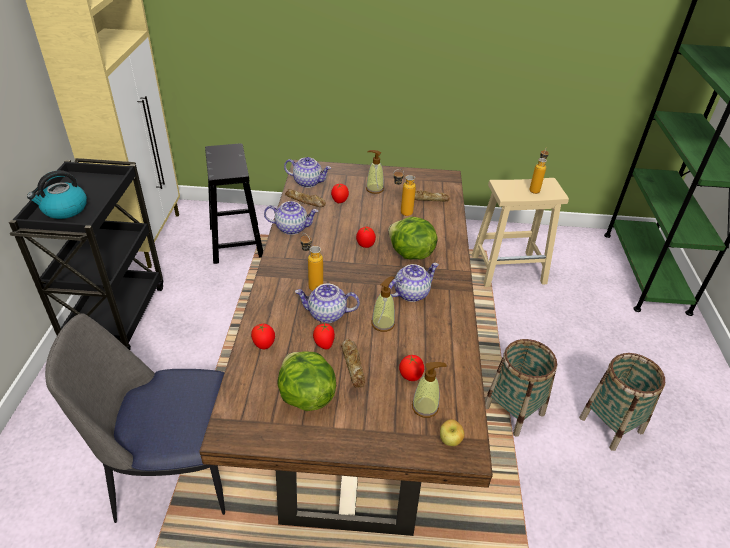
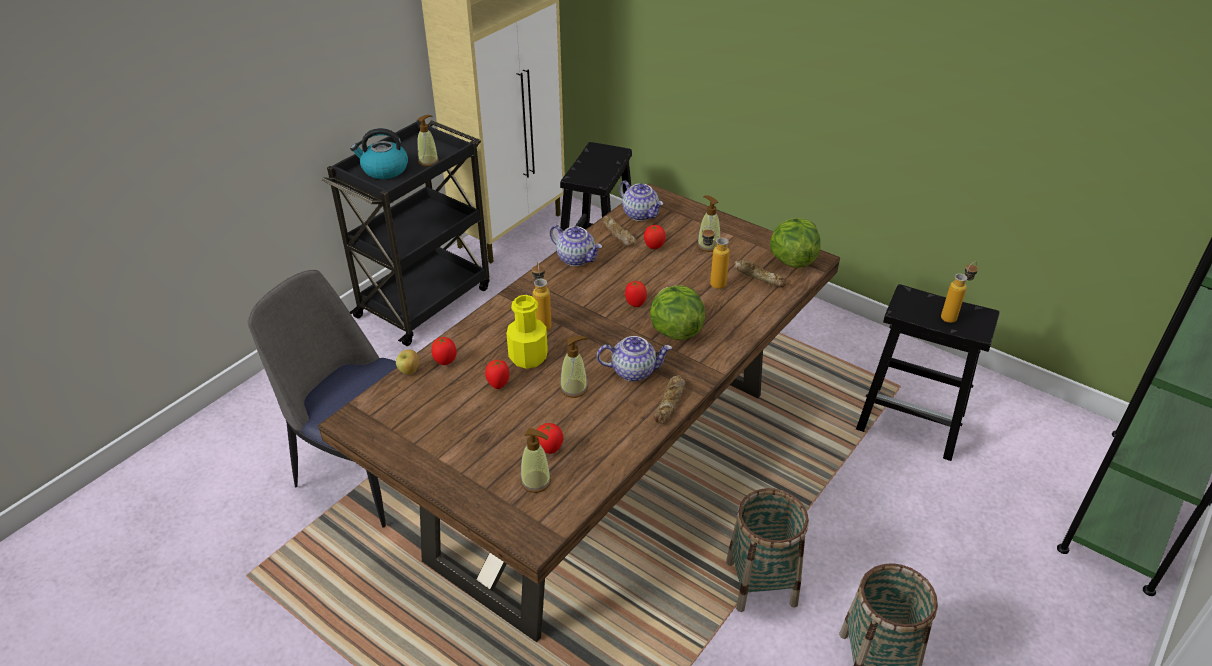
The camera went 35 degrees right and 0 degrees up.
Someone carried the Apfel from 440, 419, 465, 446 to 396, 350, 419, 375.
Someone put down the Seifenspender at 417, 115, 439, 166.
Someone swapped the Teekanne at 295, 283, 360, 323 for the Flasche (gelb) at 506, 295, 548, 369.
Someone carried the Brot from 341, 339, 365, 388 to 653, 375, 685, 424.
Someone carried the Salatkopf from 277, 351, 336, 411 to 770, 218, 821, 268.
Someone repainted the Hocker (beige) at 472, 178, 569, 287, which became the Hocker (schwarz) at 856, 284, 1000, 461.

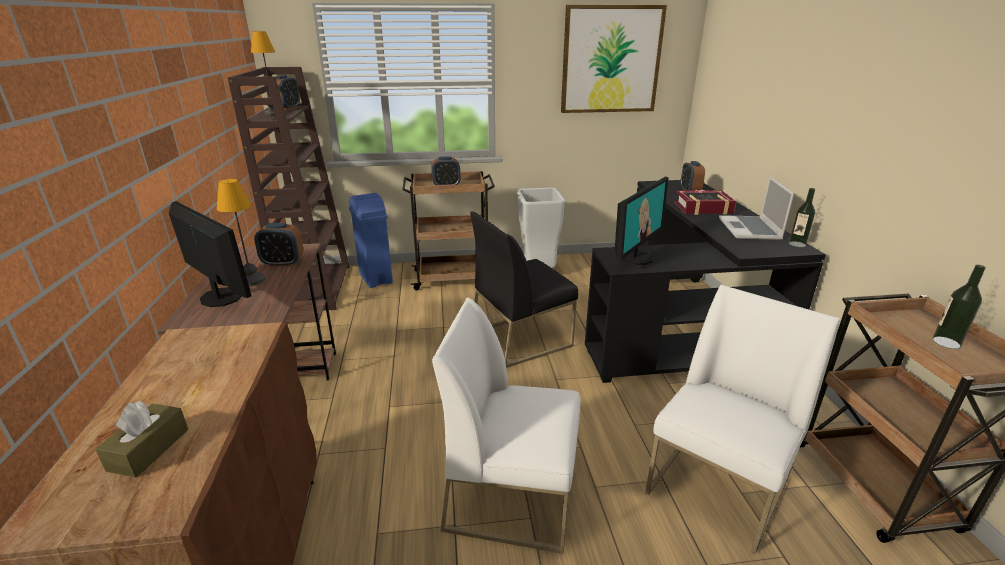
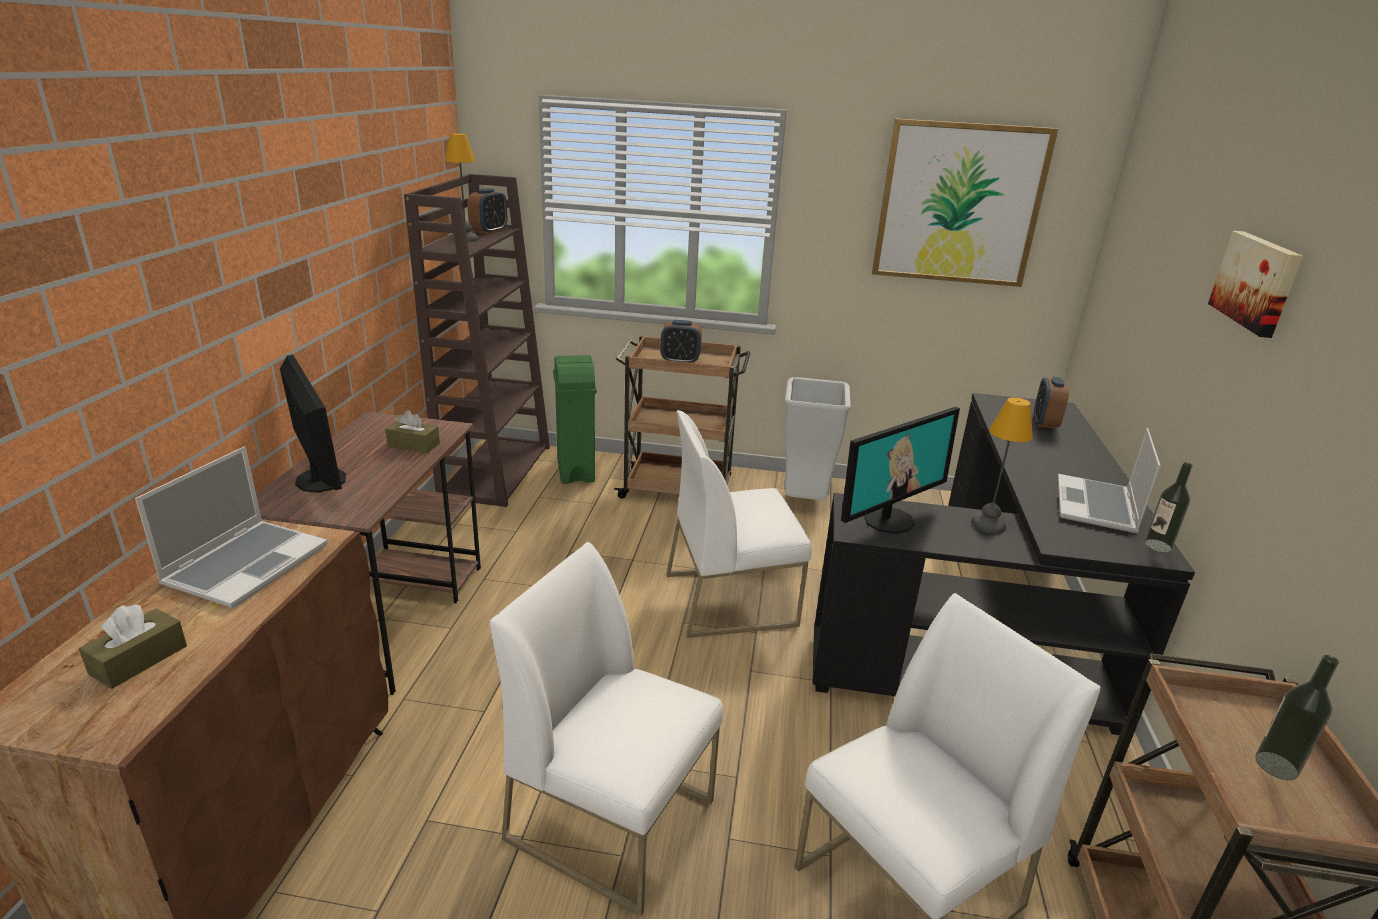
The camera went 15 degrees right and 0 degrees up.
Someone put down the Laptop at 135, 446, 328, 608.
Someone swapped the Wecker at 254, 223, 304, 266 for the Taschentuchbox (braun) at 385, 410, 440, 453.
Someone repainted the Mülleimer (blau) at 349, 193, 393, 288, which became the Mülleimer (grün) at 553, 355, 597, 484.
Someone repainted the Stuhl (schwarz) at 470, 211, 578, 368, which became the Stuhl (weiß) at 667, 410, 812, 638.
Someone carried the Tischlampe from 217, 179, 265, 286 to 971, 397, 1033, 534.
Someone put up the Bild at 1208, 231, 1303, 338.
Someone took away the Buch at 674, 190, 736, 215.

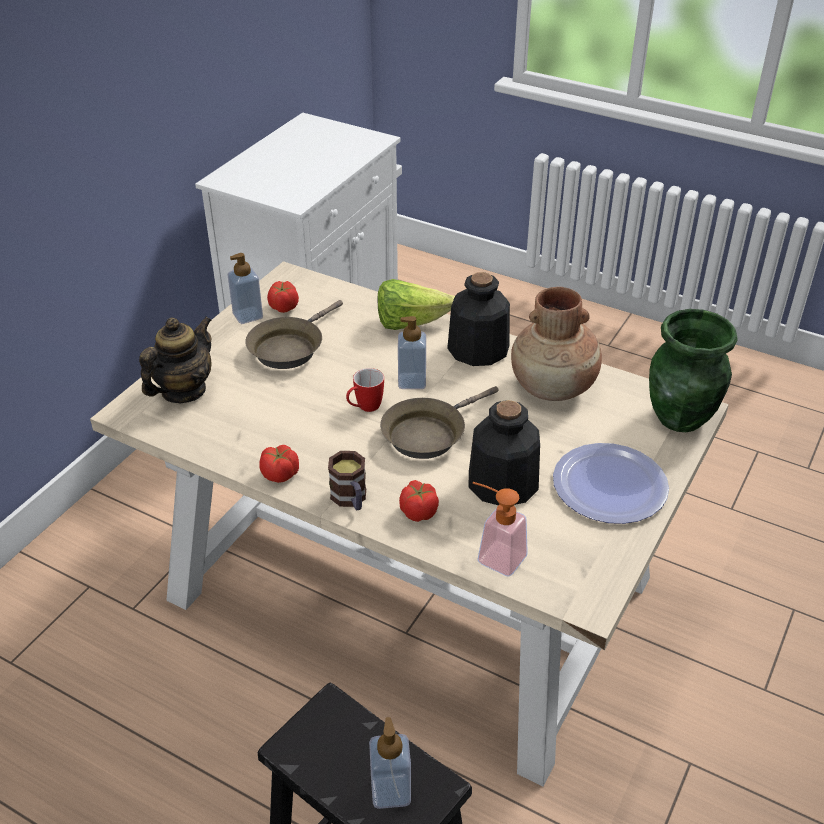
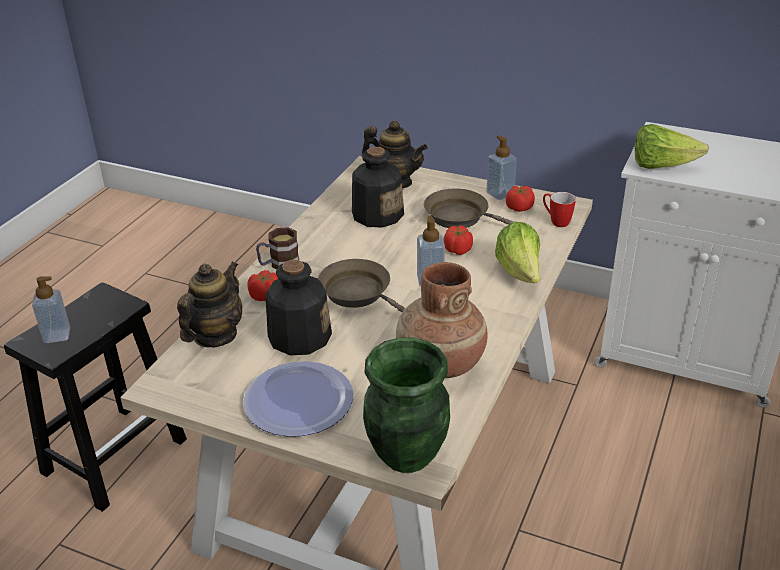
The camera went 85 degrees right and 5 degrees down.
Someone swapped the Seifenspender at 473, 482, 528, 577 for the Teekanne at 177, 262, 242, 347.
Someone carried the Flasche from 447, 272, 510, 366 to 352, 147, 404, 228.
Someone carried the Tomate from 259, 445, 299, 483 to 443, 225, 473, 255.
Someone carried the Henkelbecher from 346, 368, 384, 412 to 543, 192, 576, 227.
Someone put down the Salatkopf at 635, 124, 709, 169.

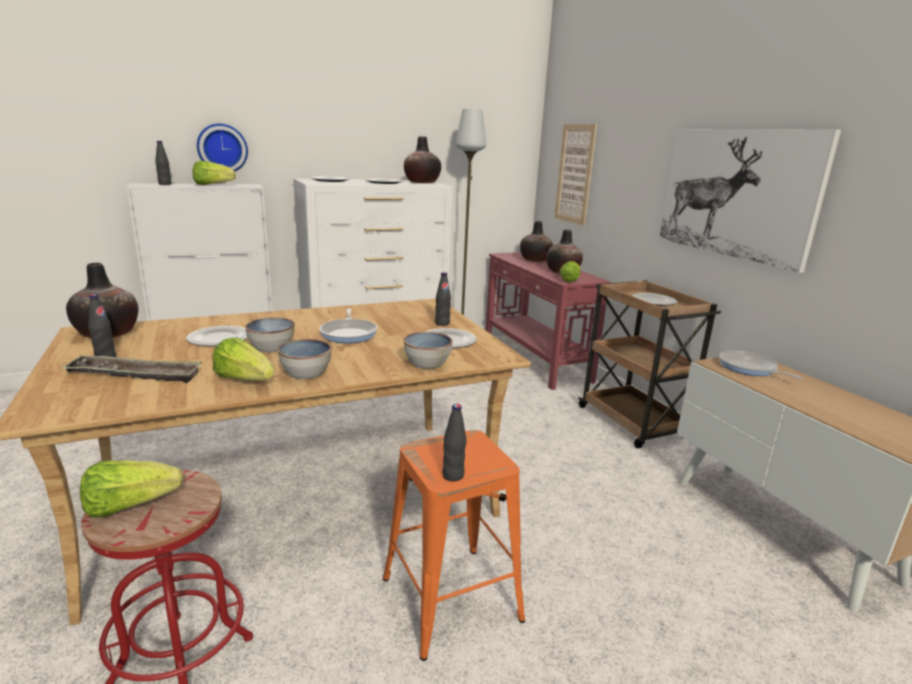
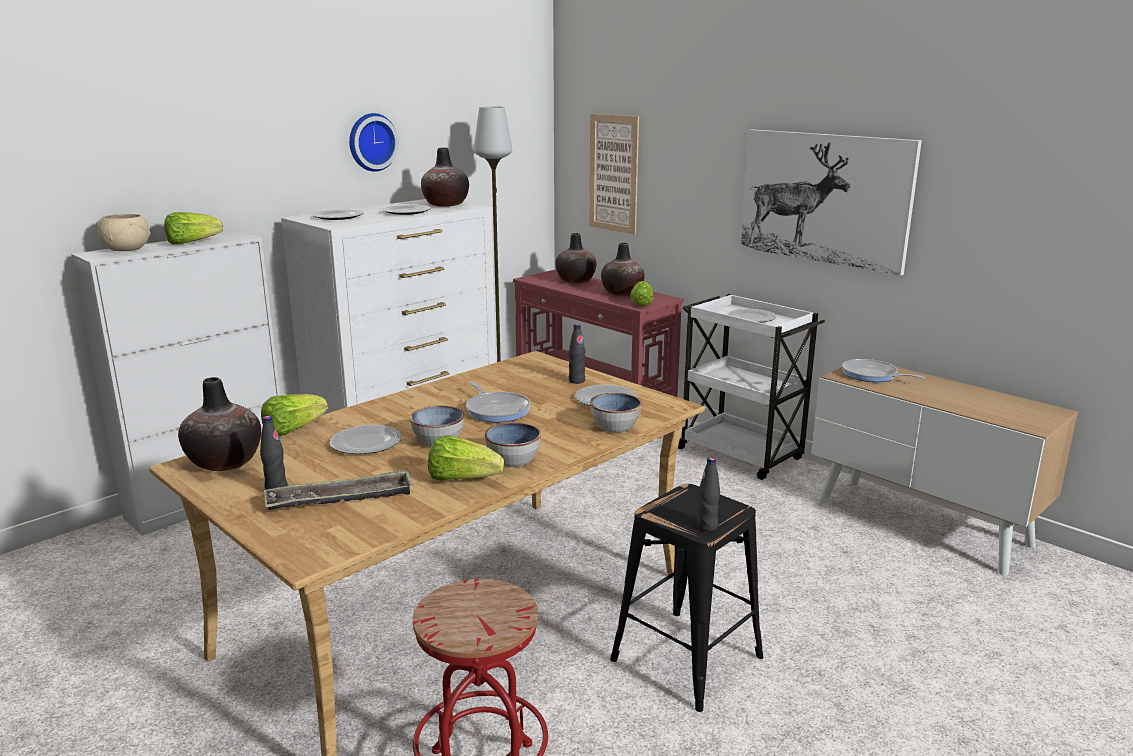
The camera went 20 degrees left and 0 degrees up.
Someone swapped the Flasche (schwarz) at 155, 141, 171, 185 for the Schüssel (beige) at 97, 214, 150, 251.
Someone carried the Salatkopf from 80, 460, 183, 517 to 261, 394, 328, 436.
Someone carried the Wanduhr from 197, 124, 248, 171 to 349, 113, 399, 172.
Someone repainted the Hocker (orange) at 383, 430, 525, 661, which became the Hocker (schwarz) at 610, 484, 763, 712.
Someone repainted the Rollwagen (braun) at 578, 280, 721, 448, which became the Rollwagen (weiß) at 678, 294, 825, 480.

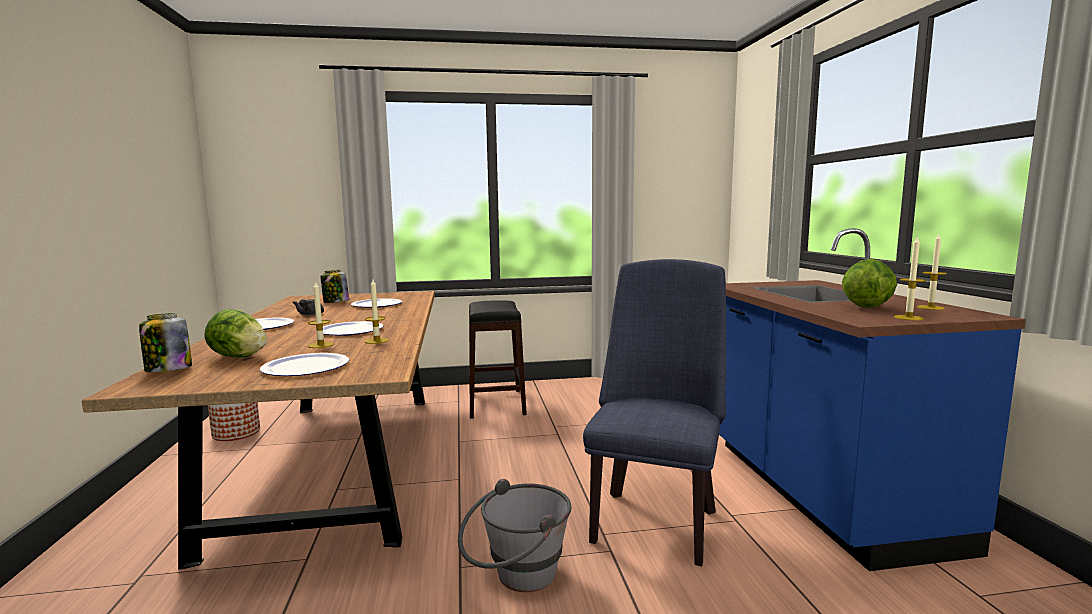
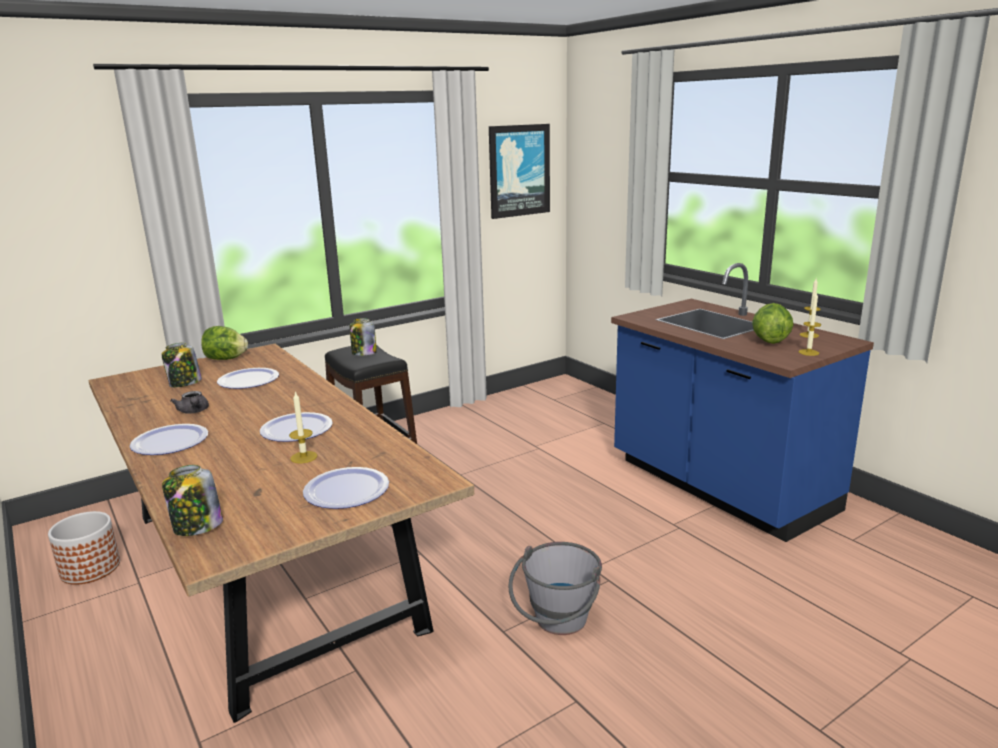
The camera went 25 degrees left and 10 degrees up.
Someone carried the Salatkopf from 204, 309, 267, 358 to 201, 326, 248, 360.
Someone put down the Vorratsglas at 350, 318, 377, 356.
Someone put up the Bild at 489, 124, 550, 219.
Someone took away the Kerze at 365, 279, 389, 344.
Someone took away the Stuhl (blau) at 583, 259, 726, 566.

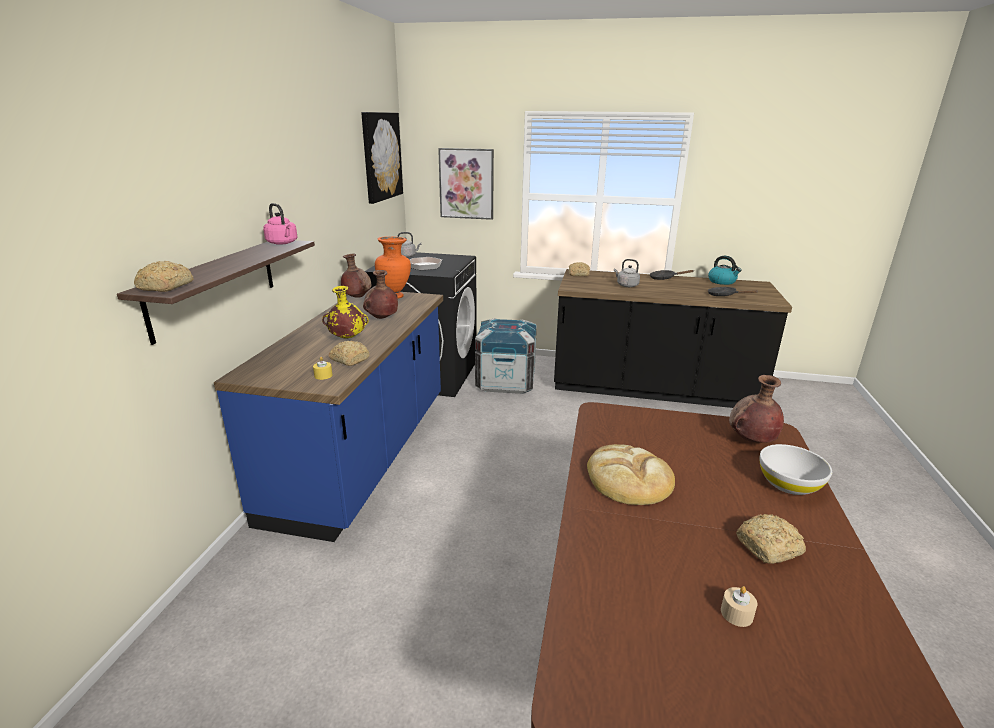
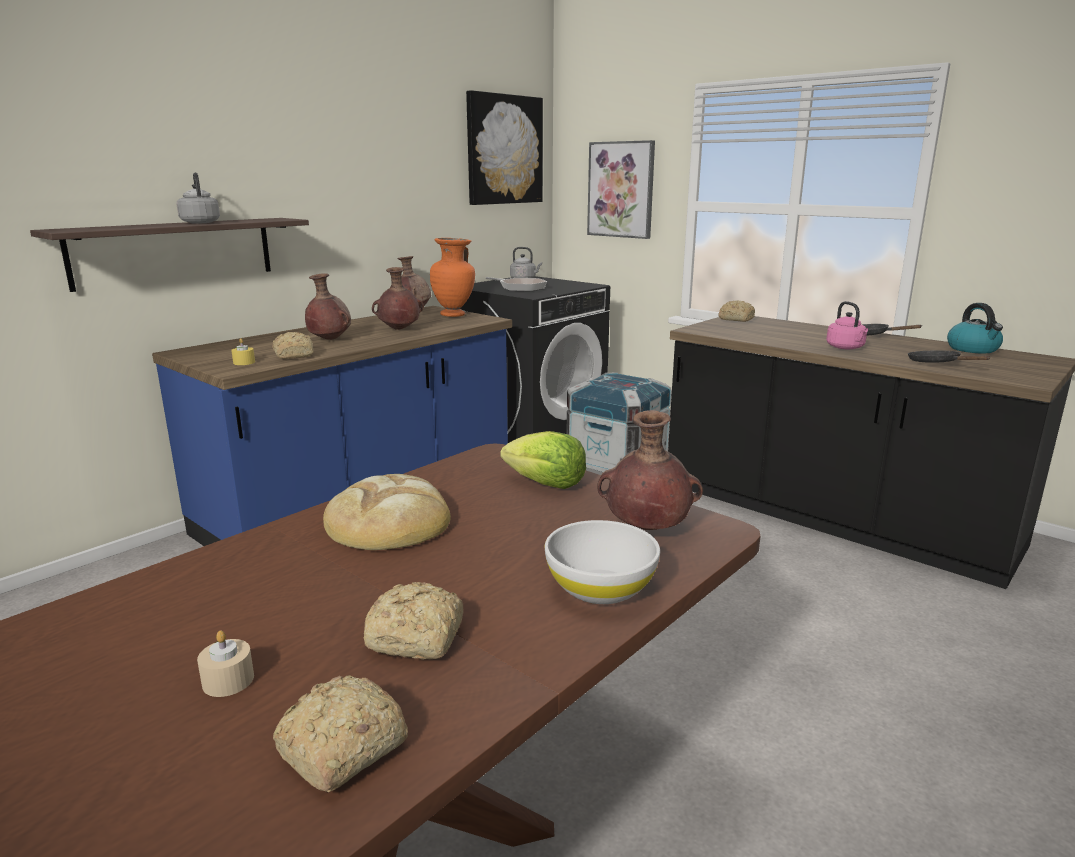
The camera went 30 degrees right and 5 degrees down.
Someone carried the Wasserkessel (grau) from 614, 259, 640, 287 to 177, 173, 220, 223.
Someone carried the Brot from 134, 261, 194, 292 to 273, 675, 408, 792.
Someone repainted the Vase (gelb) at 322, 286, 369, 339, which became the Vase (braun) at 305, 273, 351, 340.
Someone put down the Salatkopf at 500, 431, 586, 489.
Someone carried the Wasserkessel (rosa) from 263, 203, 298, 245 to 826, 301, 868, 349.

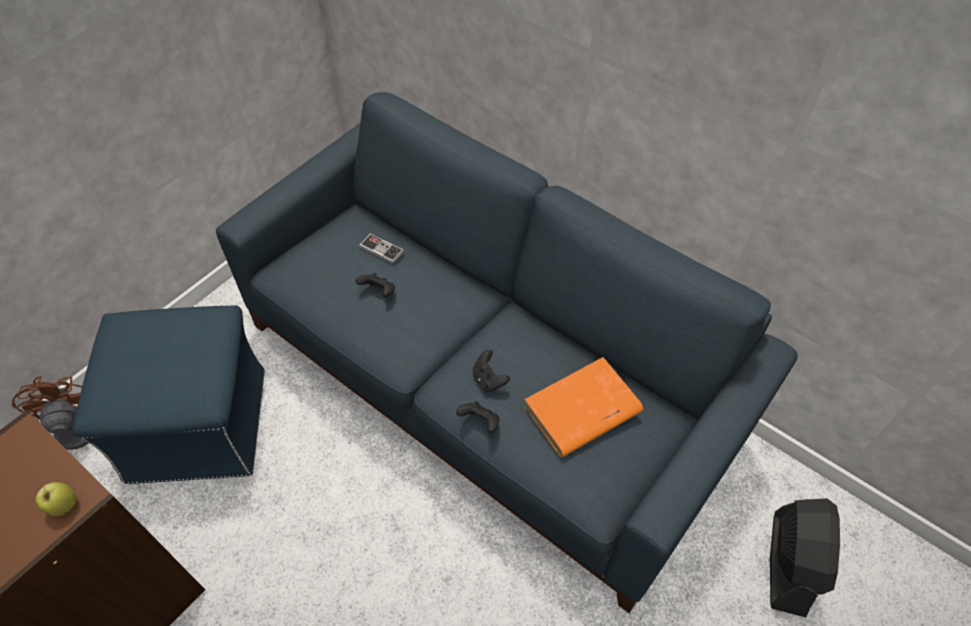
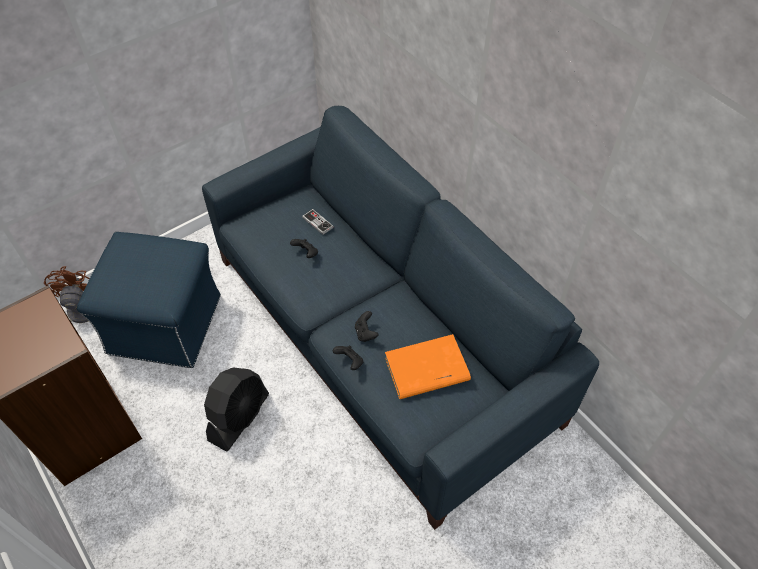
The camera went 15 degrees right and 0 degrees up.
Someone carried the Ventilator (schwarz) from 770, 498, 840, 617 to 204, 367, 269, 452.
Someone took away the Apfel at 36, 482, 76, 516.

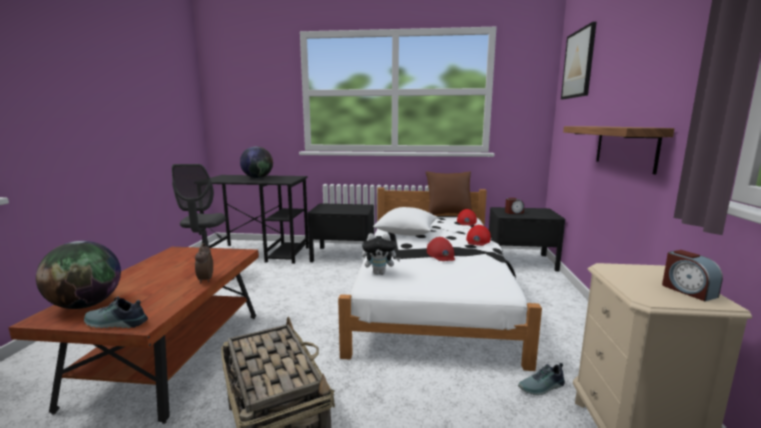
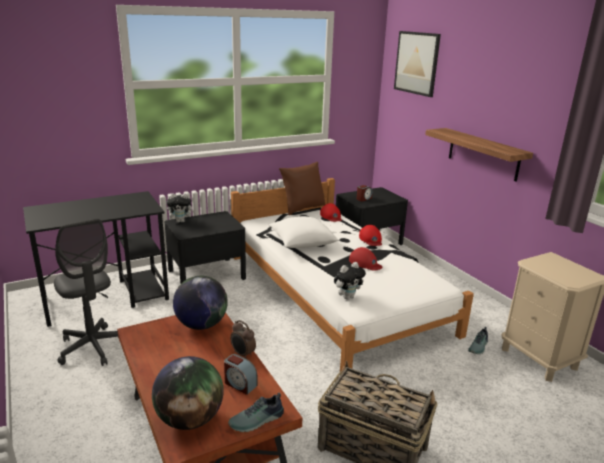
The camera went 35 degrees left and 10 degrees up.
Someone put down the Plüschtier at 167, 193, 195, 223.
Someone carried the Globus from 240, 146, 273, 178 to 173, 276, 228, 330.
Someone carried the Wecker from 662, 250, 723, 301 to 224, 354, 257, 395.

